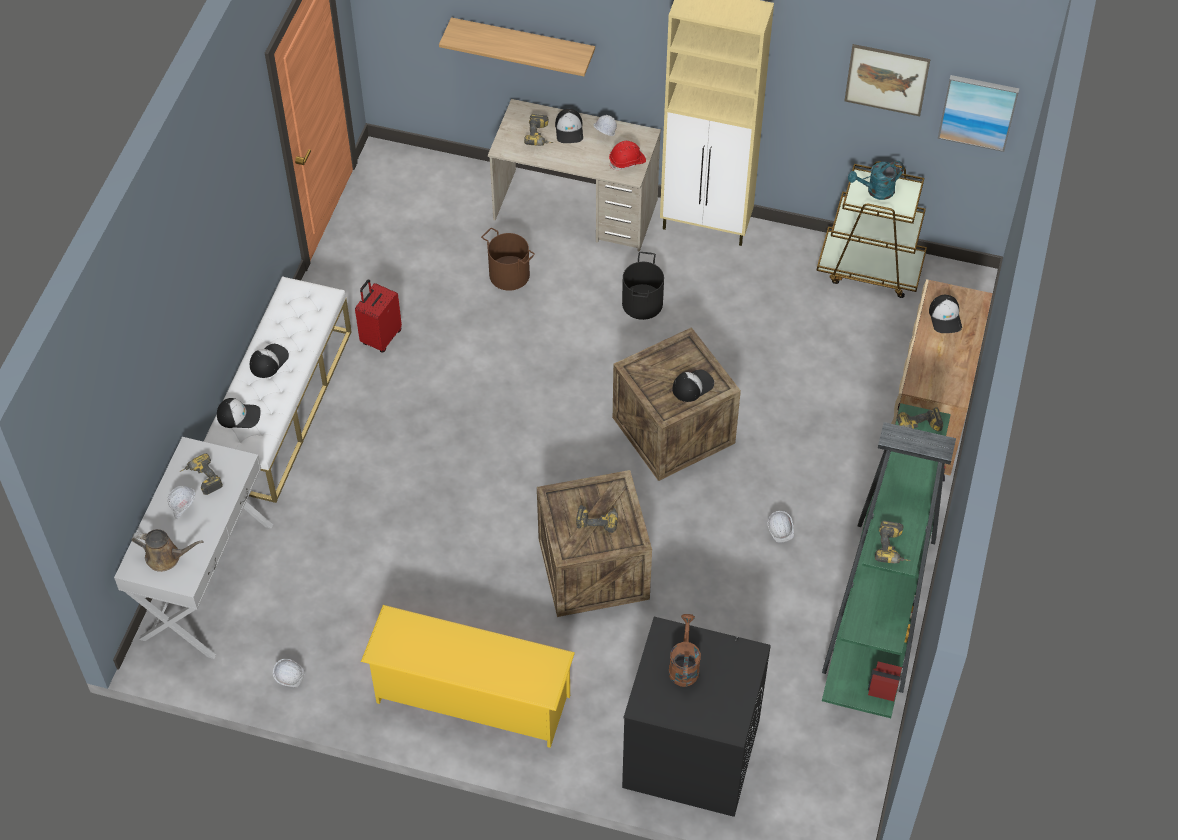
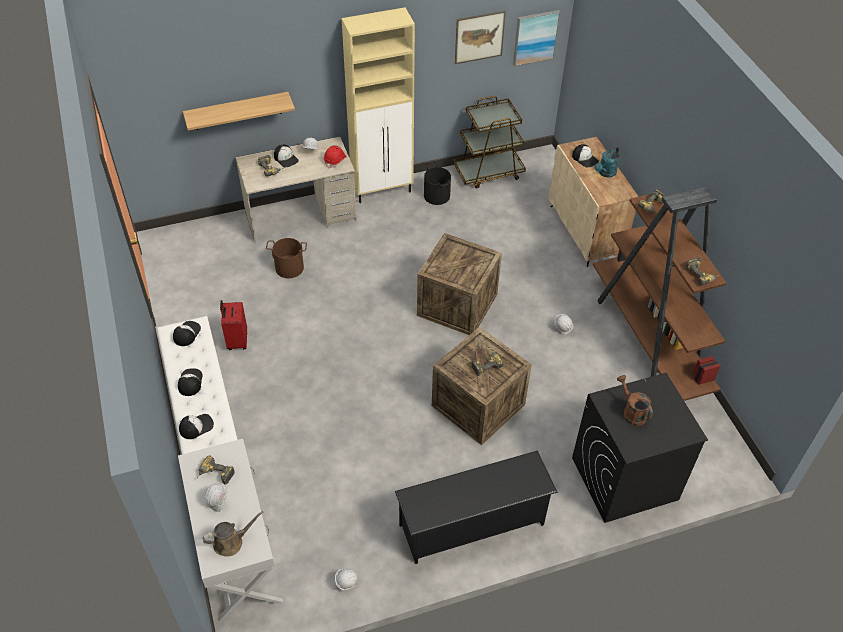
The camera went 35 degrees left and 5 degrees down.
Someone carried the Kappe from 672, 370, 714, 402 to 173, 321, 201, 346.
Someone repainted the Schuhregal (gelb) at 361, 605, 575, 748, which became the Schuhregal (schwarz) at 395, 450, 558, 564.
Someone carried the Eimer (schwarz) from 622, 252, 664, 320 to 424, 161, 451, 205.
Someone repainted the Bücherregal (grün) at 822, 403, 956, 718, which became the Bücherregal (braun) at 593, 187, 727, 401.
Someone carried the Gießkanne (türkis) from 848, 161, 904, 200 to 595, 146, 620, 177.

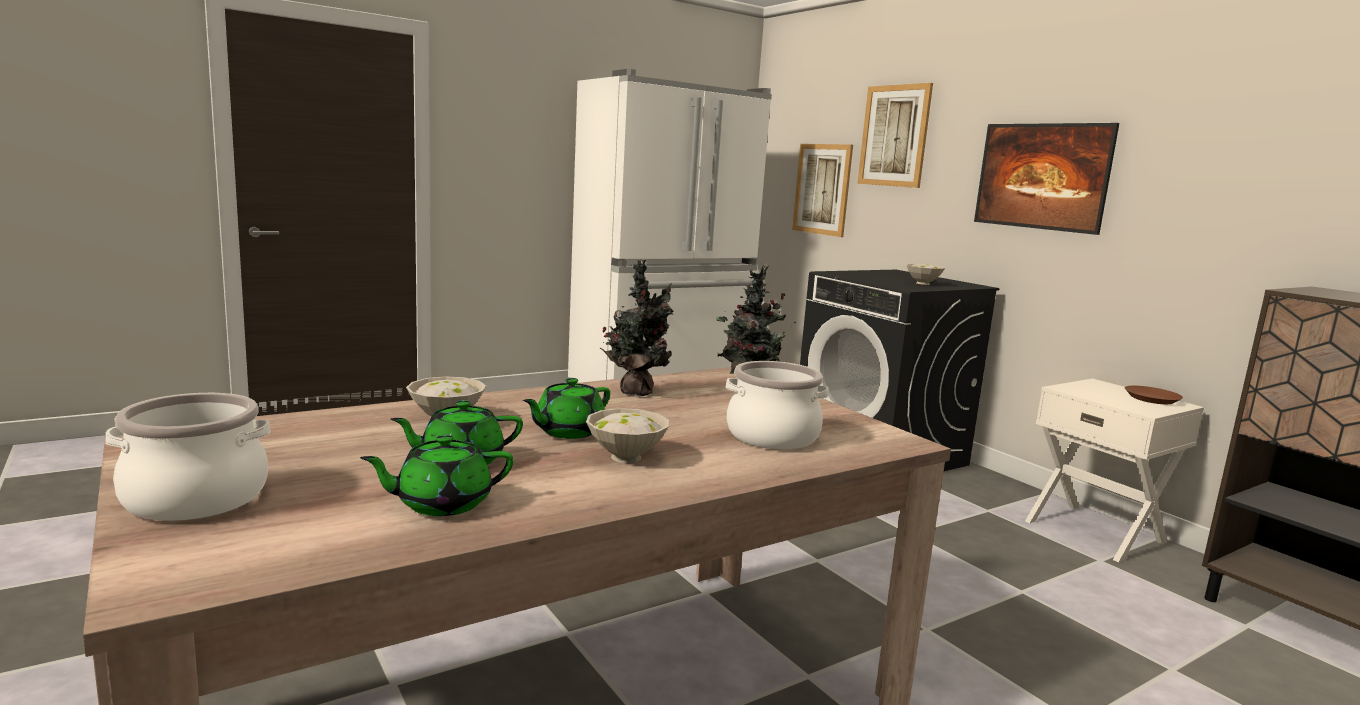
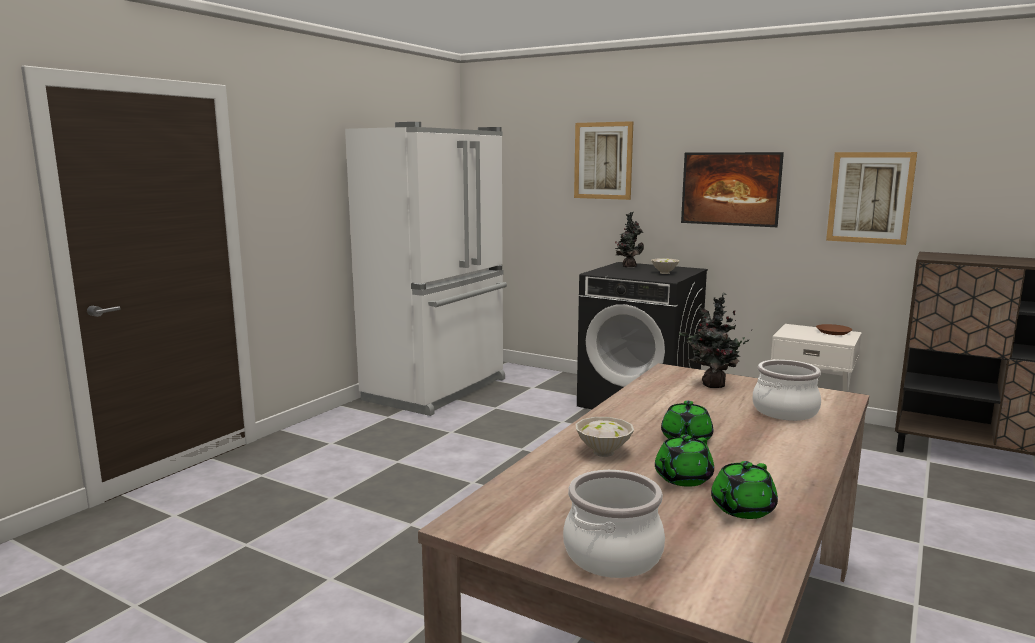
The camera went 25 degrees left and 0 degrees up.
Someone carried the Topfpflanze from 599, 260, 674, 396 to 615, 212, 644, 268.
Someone carried the Bild from 792, 144, 853, 237 to 826, 152, 917, 245.
Someone took away the Schüssel (weiß) at 586, 408, 669, 463.

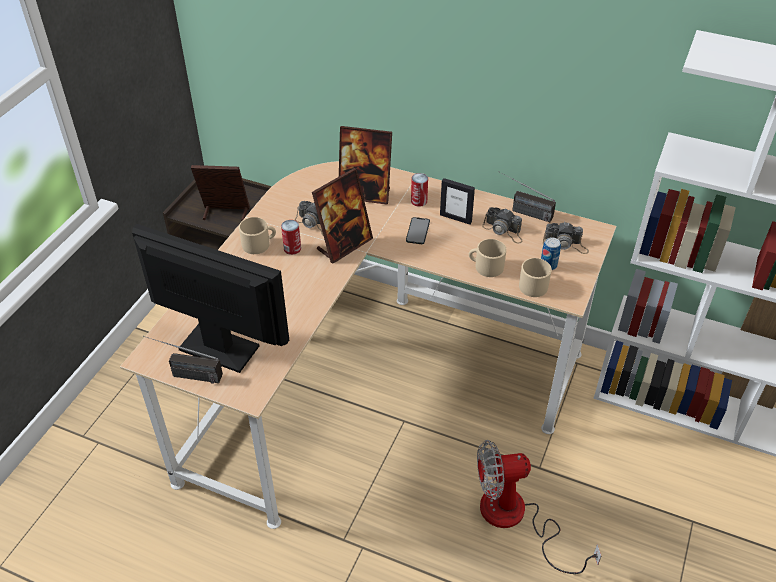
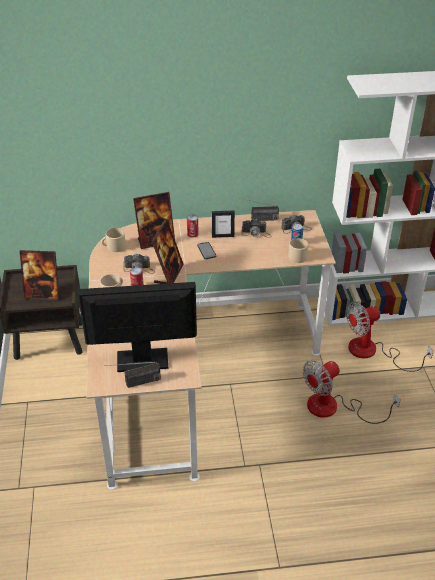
The camera went 30 degrees left and 5 degrees down.
Someone rotated the Bilderrahmen at 191, 165, 250, 221 by 150 degrees counterclockwise.
Someone carried the Henkelbecher (beige) from 469, 239, 506, 277 to 101, 228, 126, 252.
Someone put down the Ventilator at 346, 301, 433, 372.

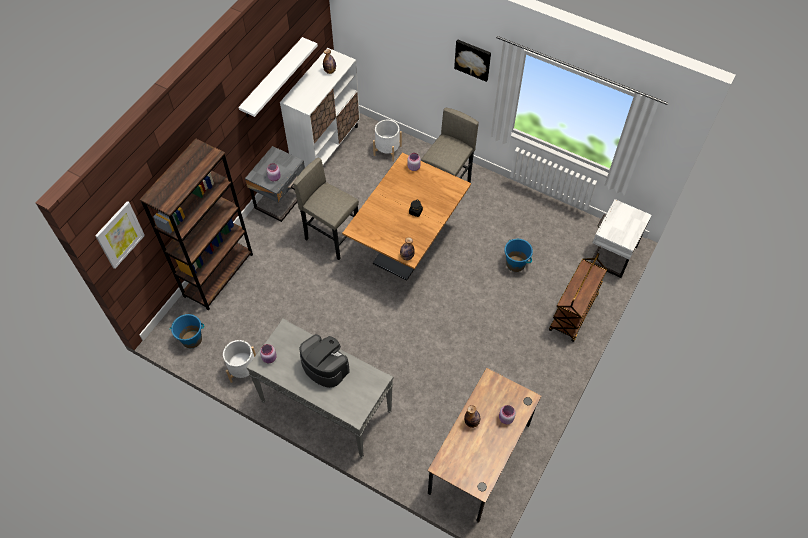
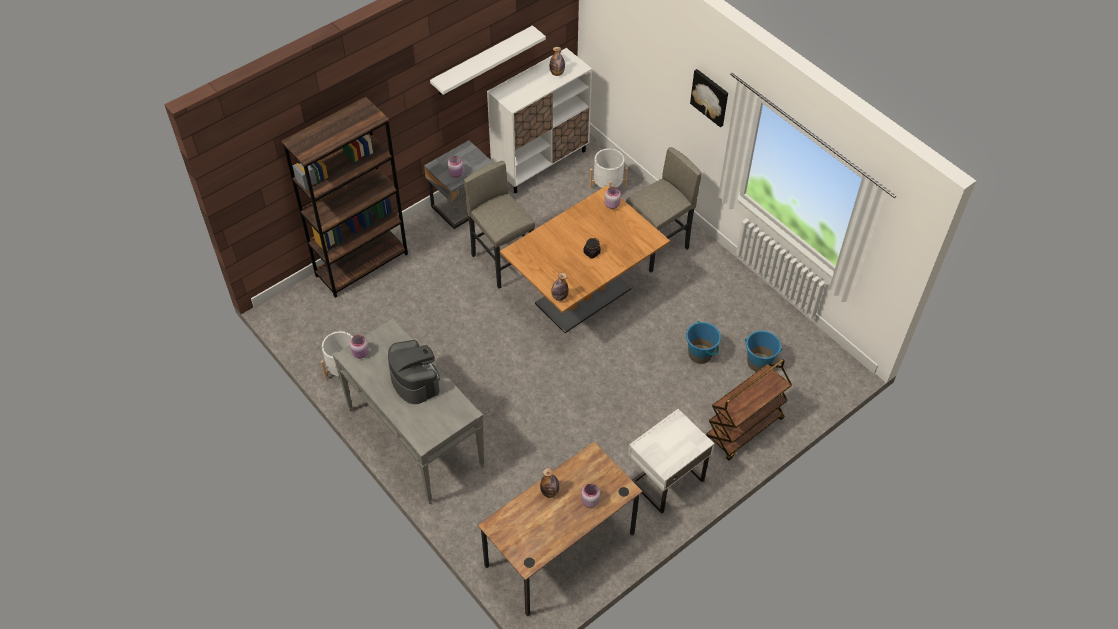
The camera went 20 degrees right and 5 degrees down.
Someone carried the Nachttisch (weiß) from 590, 199, 652, 278 to 628, 409, 714, 514.
Someone carried the Eimer (blau) from 170, 314, 204, 348 to 744, 330, 782, 372.
Someone took away the Bild at 95, 201, 145, 269.

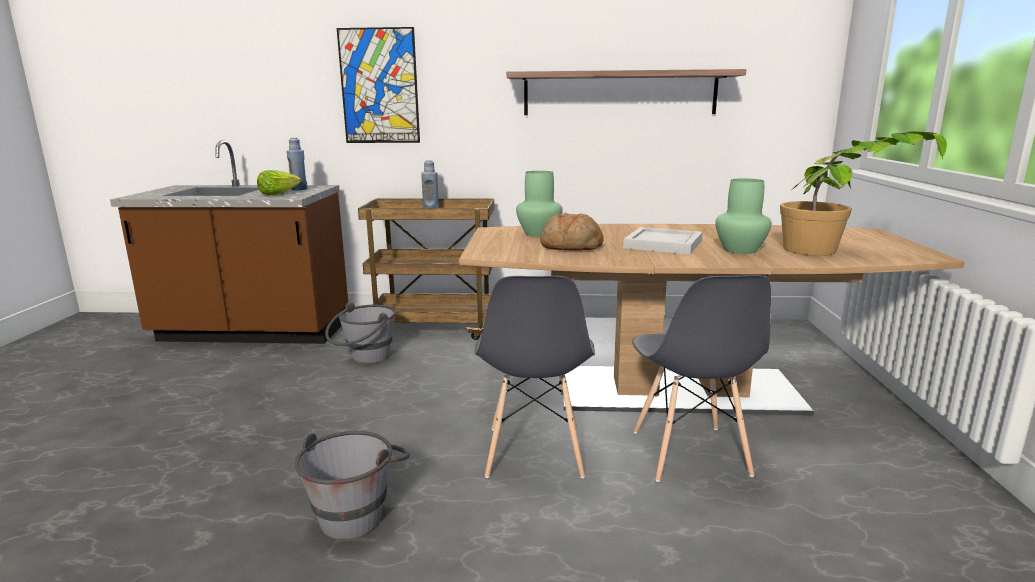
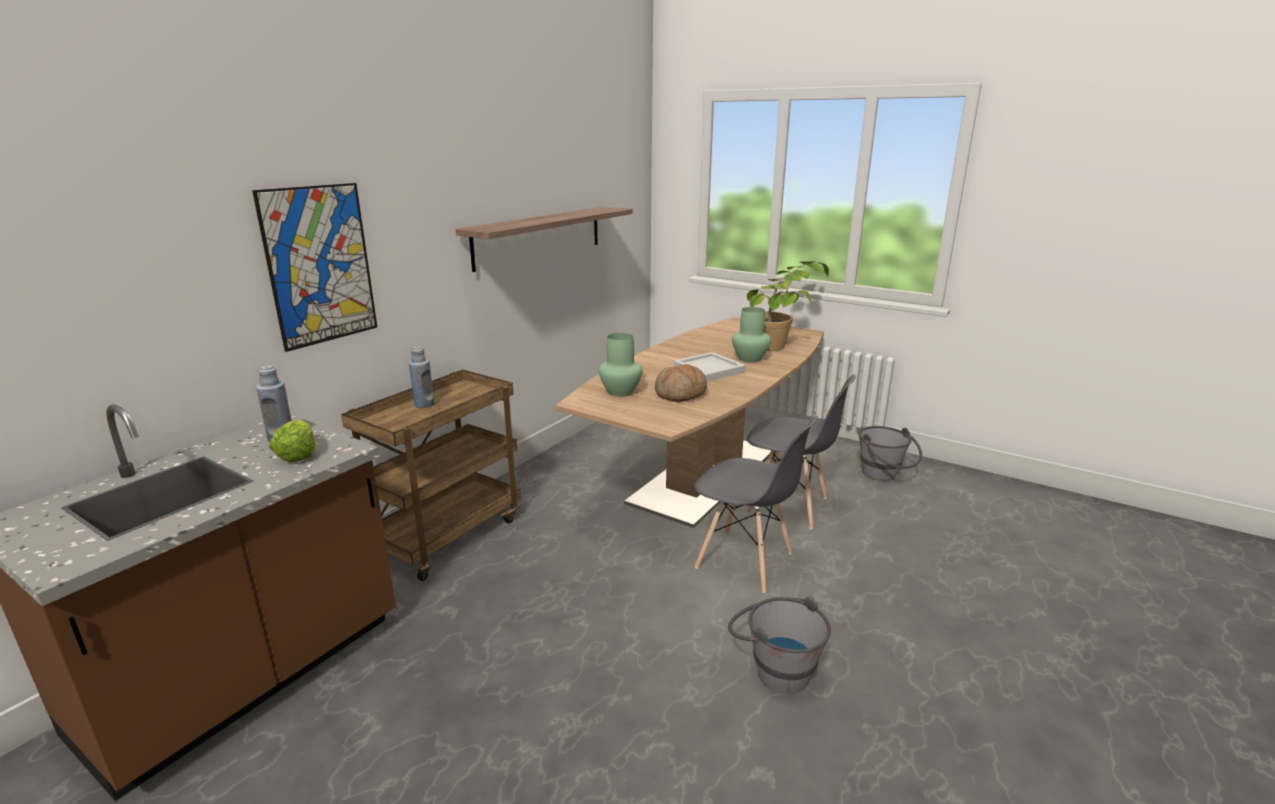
The camera went 60 degrees left and 5 degrees up.
Someone carried the Eimer (grau) from 325, 302, 396, 364 to 858, 426, 922, 481.

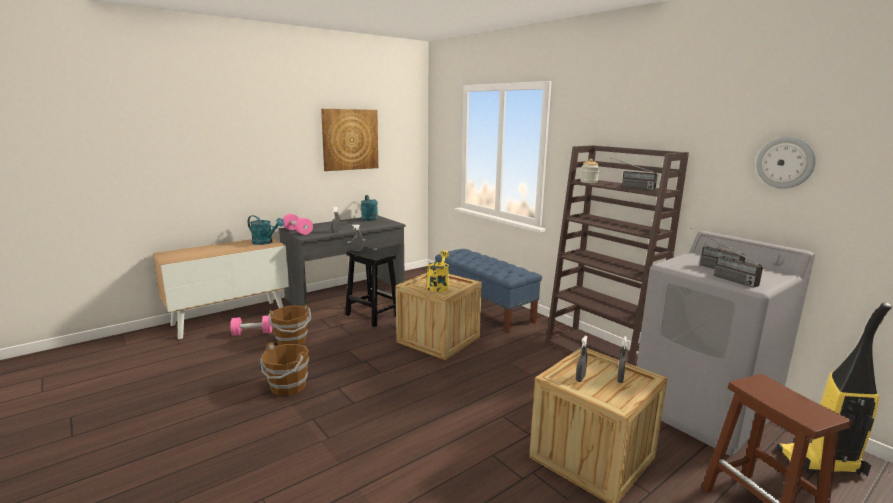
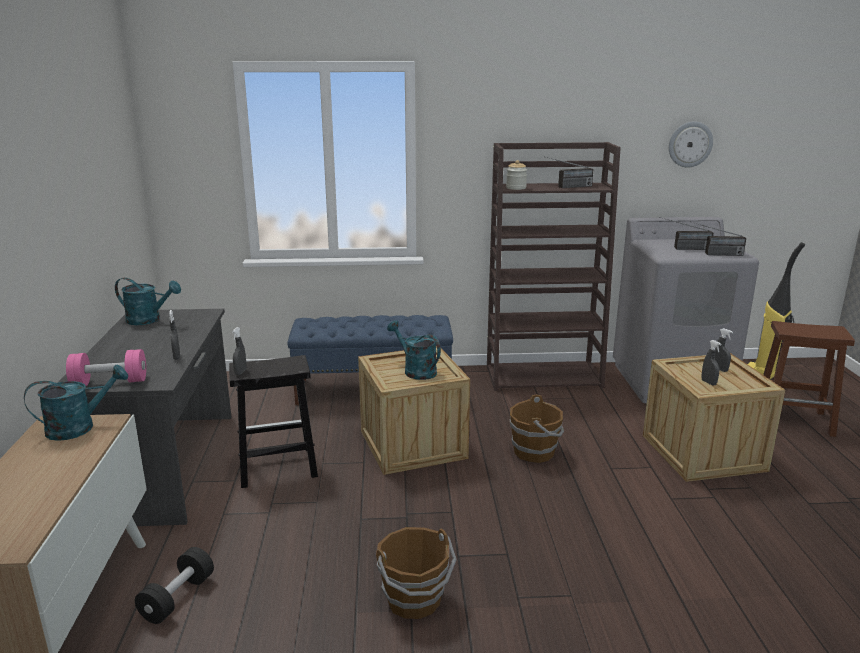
The camera went 55 degrees left and 5 degrees up.
Someone repainted the Hantel (rosa) at 230, 316, 272, 336, which became the Hantel (schwarz) at 135, 547, 214, 624.
Someone repainted the Gießkanne (gelb) at 427, 250, 449, 292, which became the Gießkanne (türkis) at 387, 320, 441, 380.
Someone carried the Eimer (braun) from 268, 304, 312, 345 to 510, 394, 564, 463.
Someone took away the Bild at 321, 109, 378, 171.

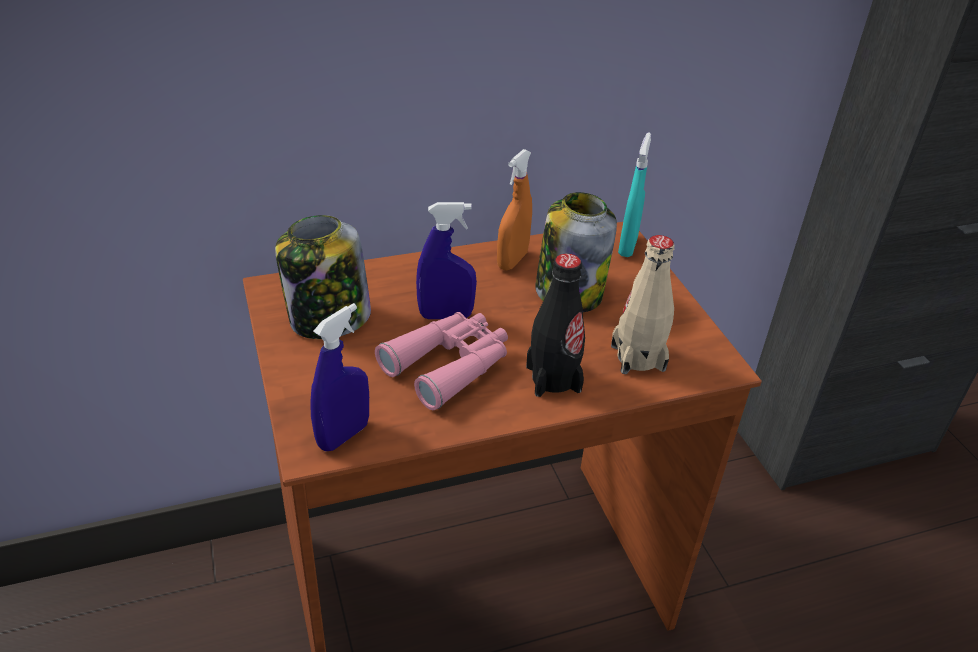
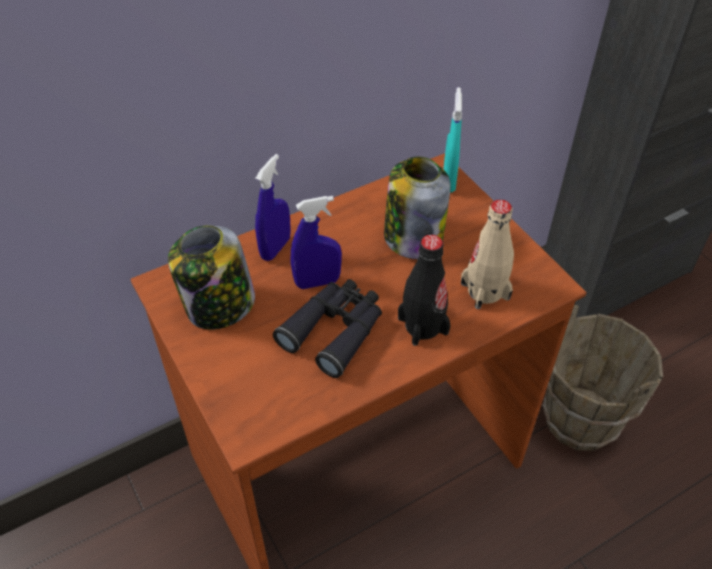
The camera went 10 degrees left and 10 degrees up.
Someone carried the Sprühflasche (blau) from 310, 303, 369, 451 to 255, 154, 291, 261.
Someone repainted the Fernglas (rosa) at 375, 312, 508, 410, which became the Fernglas (schwarz) at 273, 279, 382, 378.
Someone put down the Eimer (braun) at 543, 305, 663, 451.
Someone took away the Sprühflasche (orange) at 497, 149, 532, 270.

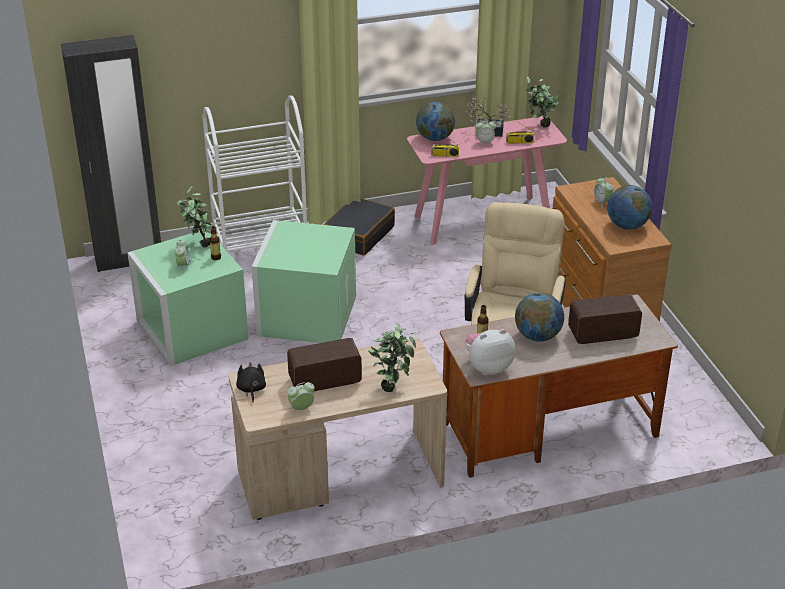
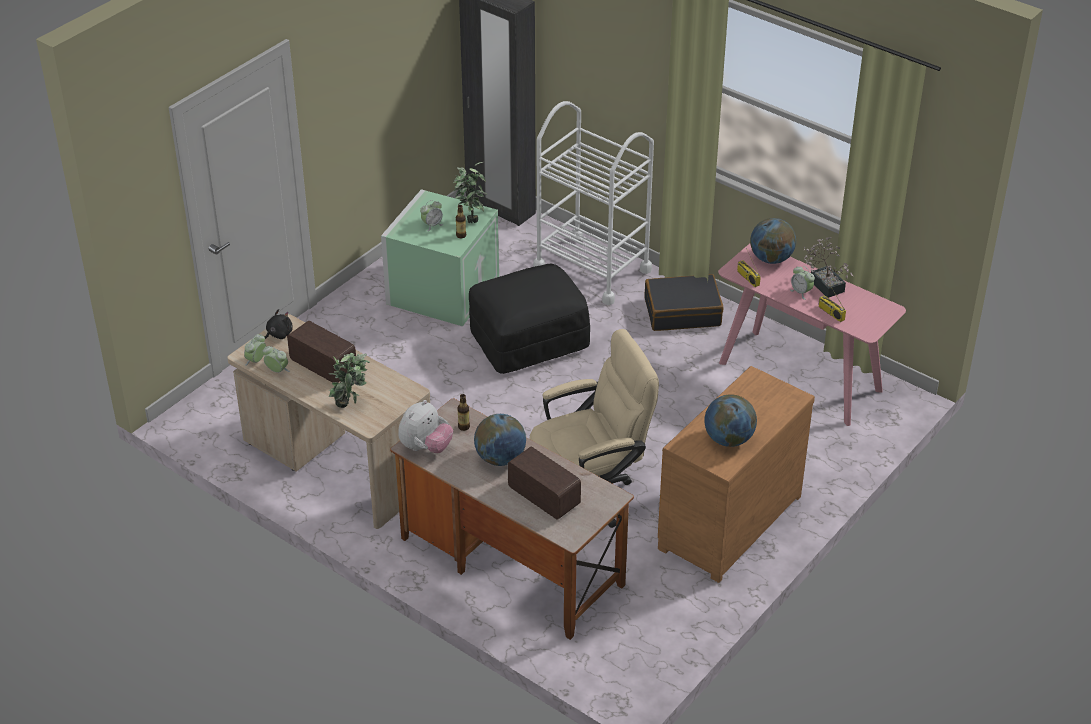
The camera went 55 degrees right and 5 degrees up.
Someone carried the Wecker from 593, 177, 614, 209 to 244, 334, 266, 366.
Someone rotated the Plüschtier at 465, 329, 515, 375 by 90 degrees clockwise.
Someone swapped the Aufbewahrungsbox (grün) at 252, 220, 356, 343 for the Polsterhocker (schwarz) at 469, 264, 590, 374.
Someone took away the Topfpflanze at 526, 77, 559, 127.

